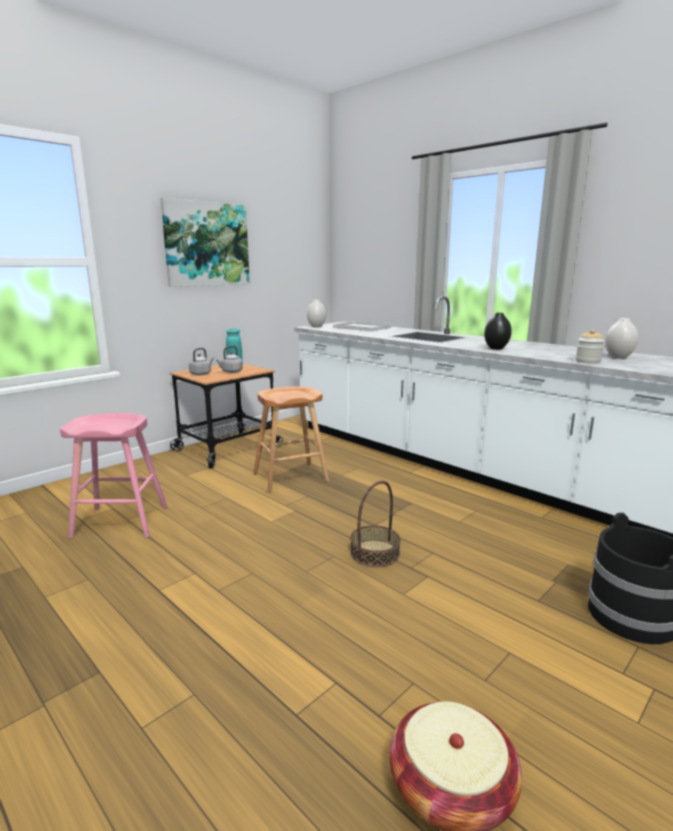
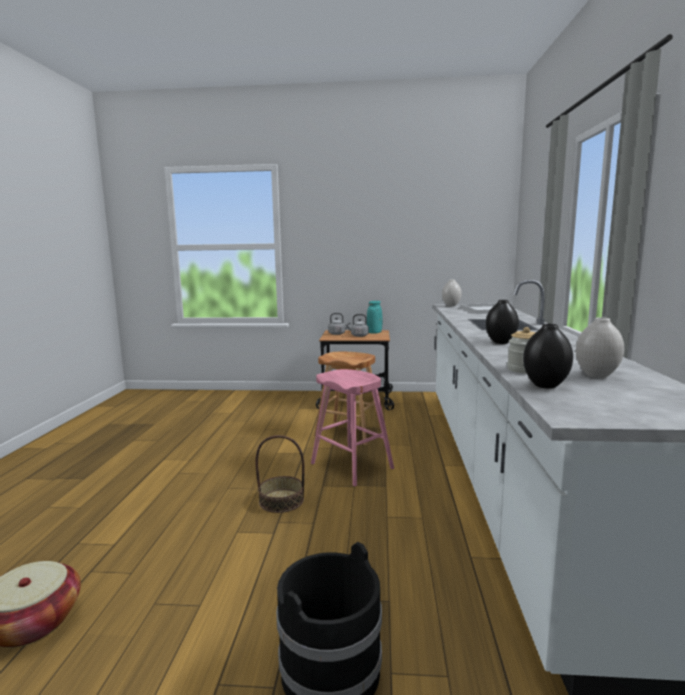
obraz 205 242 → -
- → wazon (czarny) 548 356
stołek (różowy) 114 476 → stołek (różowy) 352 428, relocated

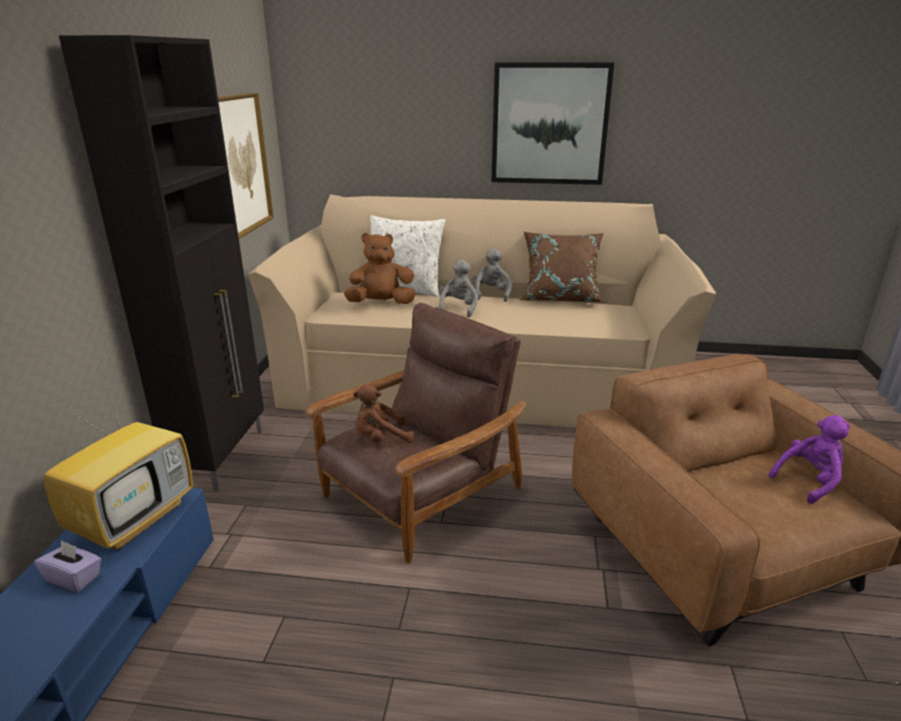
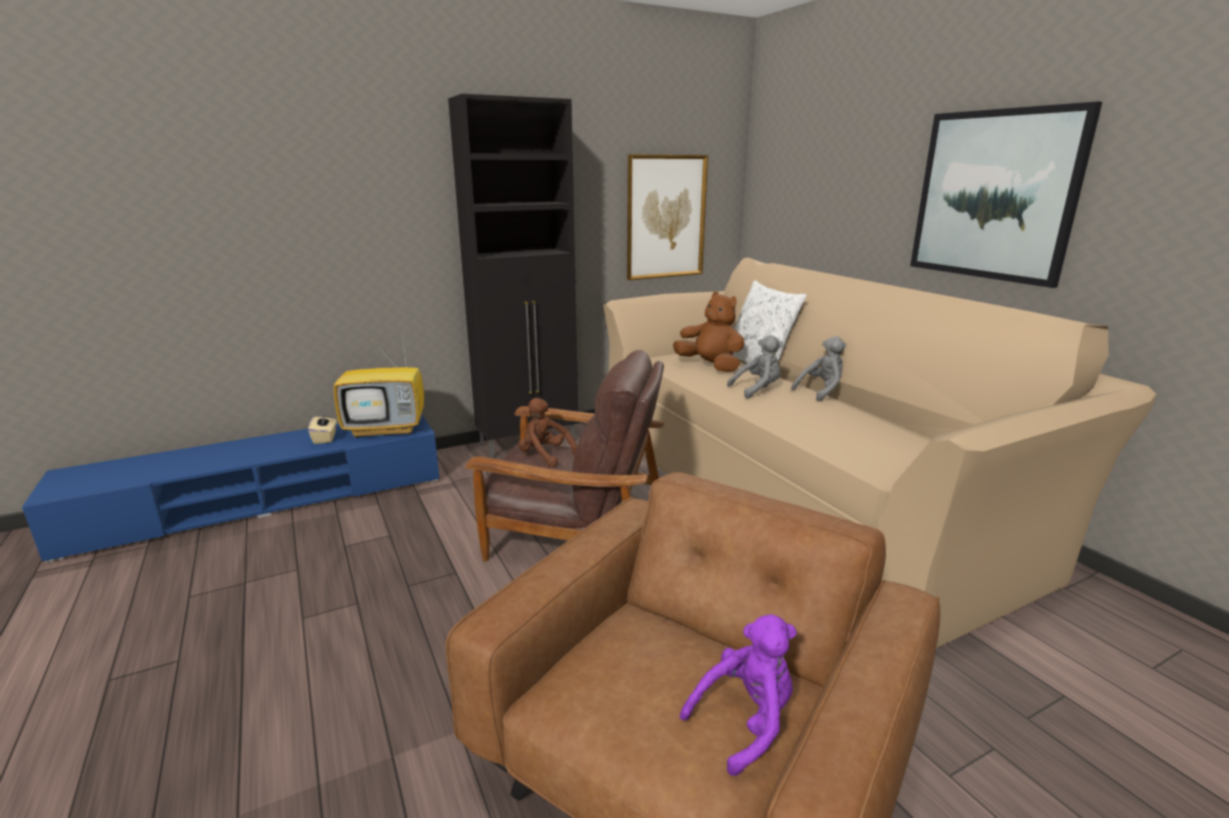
poduszka (brązowy) 562 266 → -
pudełko chusteczek (fioletowy) 68 566 → pudełko chusteczek (beżowy) 322 427
pluszak (fioletowy) 809 459 → pluszak (fioletowy) 738 695, 60 degrees counterclockwise

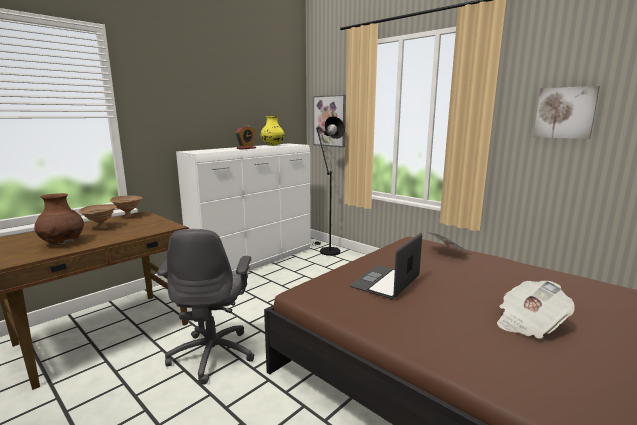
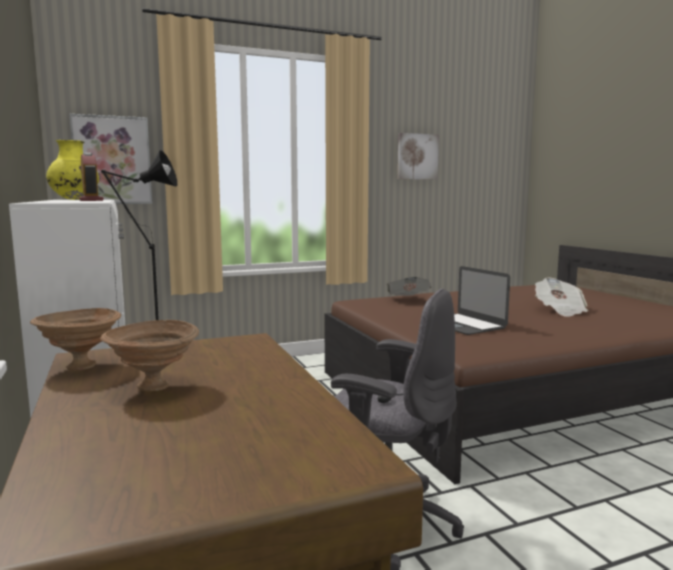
wazon (brązowy) 59 219 → -

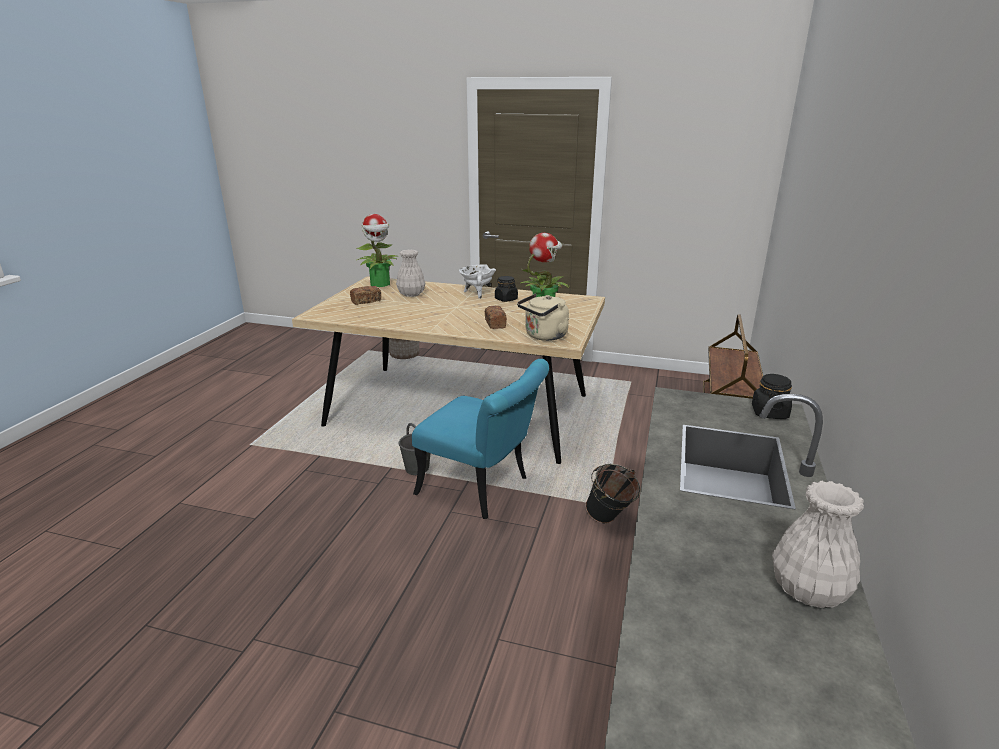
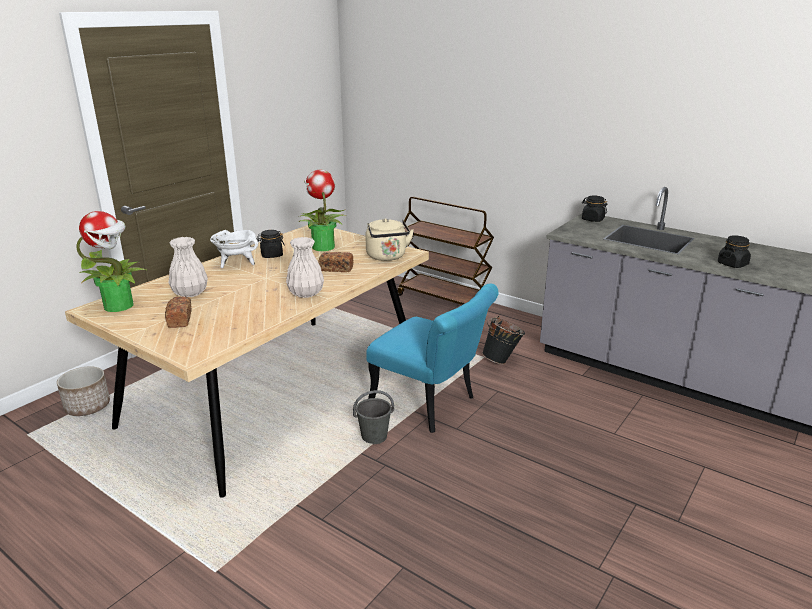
- → słoik (czarny) 734 251
wazon (biały) 818 544 → wazon (biały) 305 267, relocated
krzesło (turkusowy) 480 439 → krzesło (turkusowy) 432 358, 75 degrees clockwise

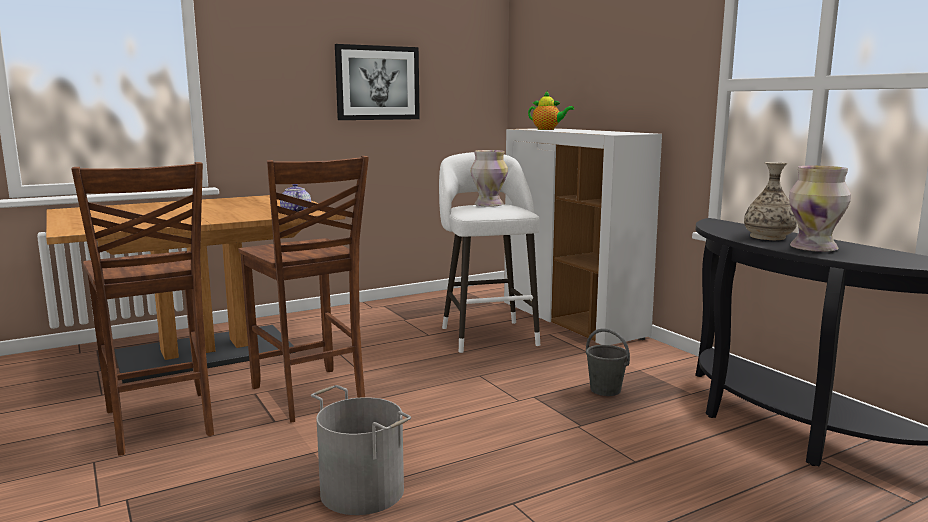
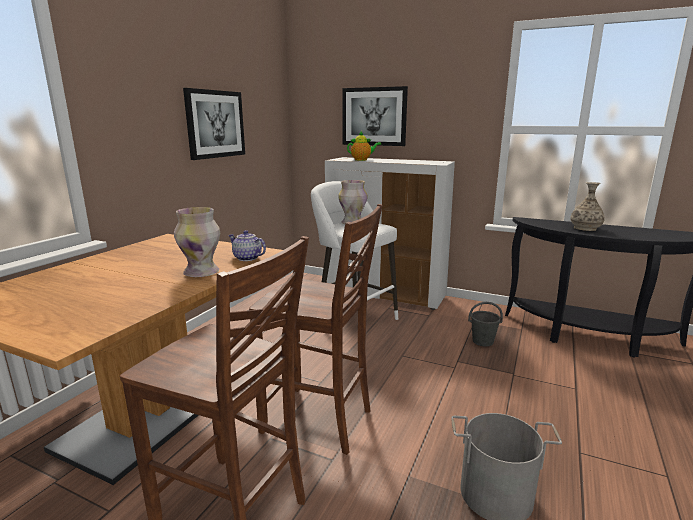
- → obraz 375 116
wazon 820 209 → wazon 197 242, relocated

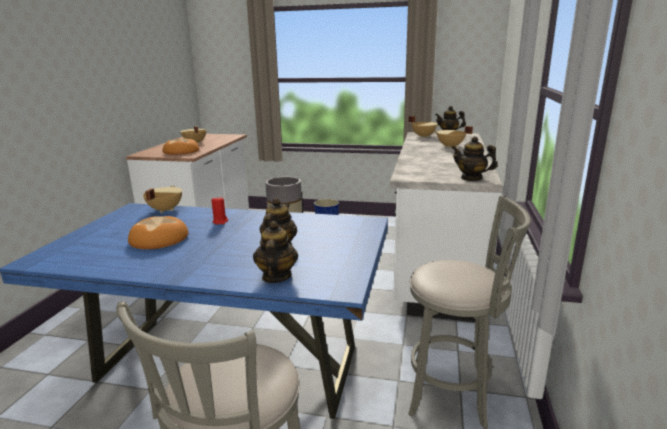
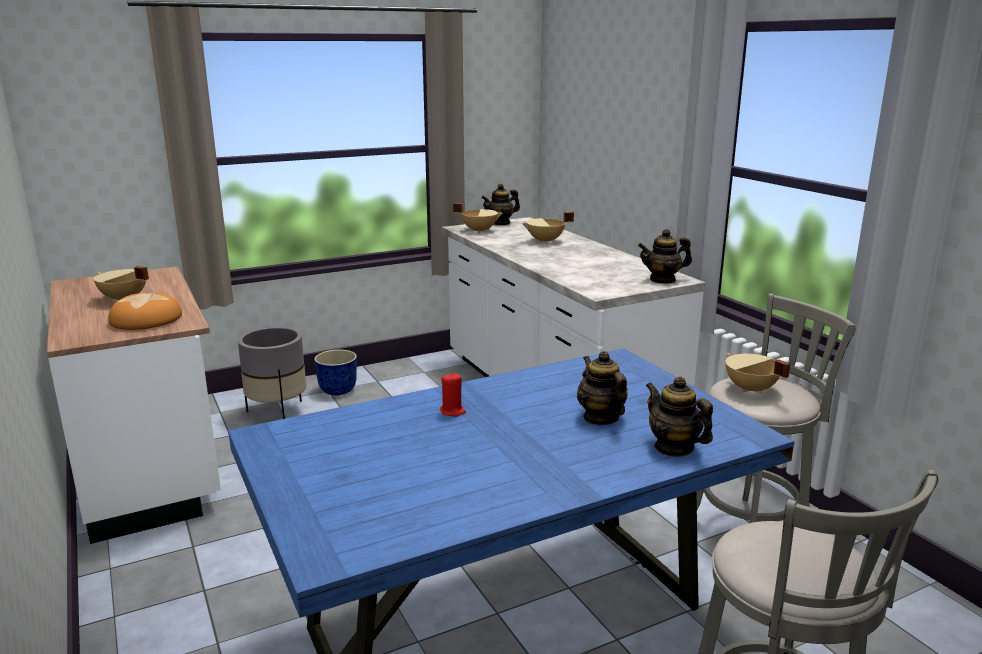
chleb 158 232 → -
garnek (beżowy) 162 199 → garnek (beżowy) 758 373, relocated

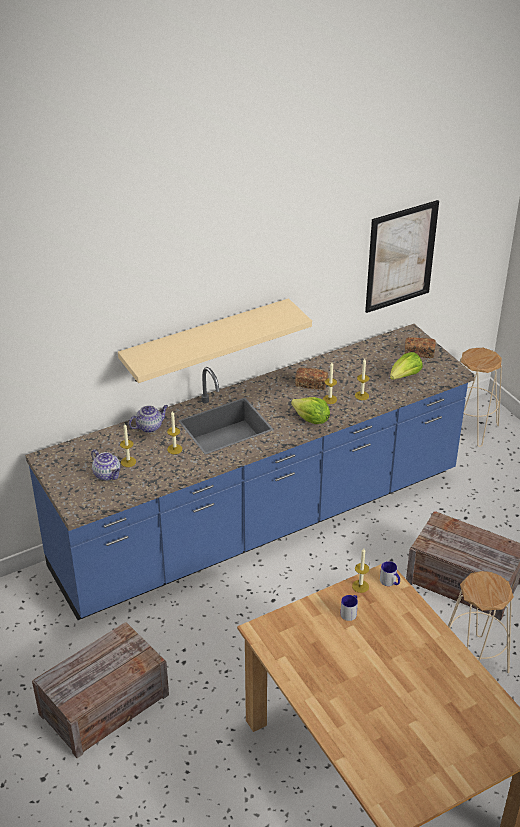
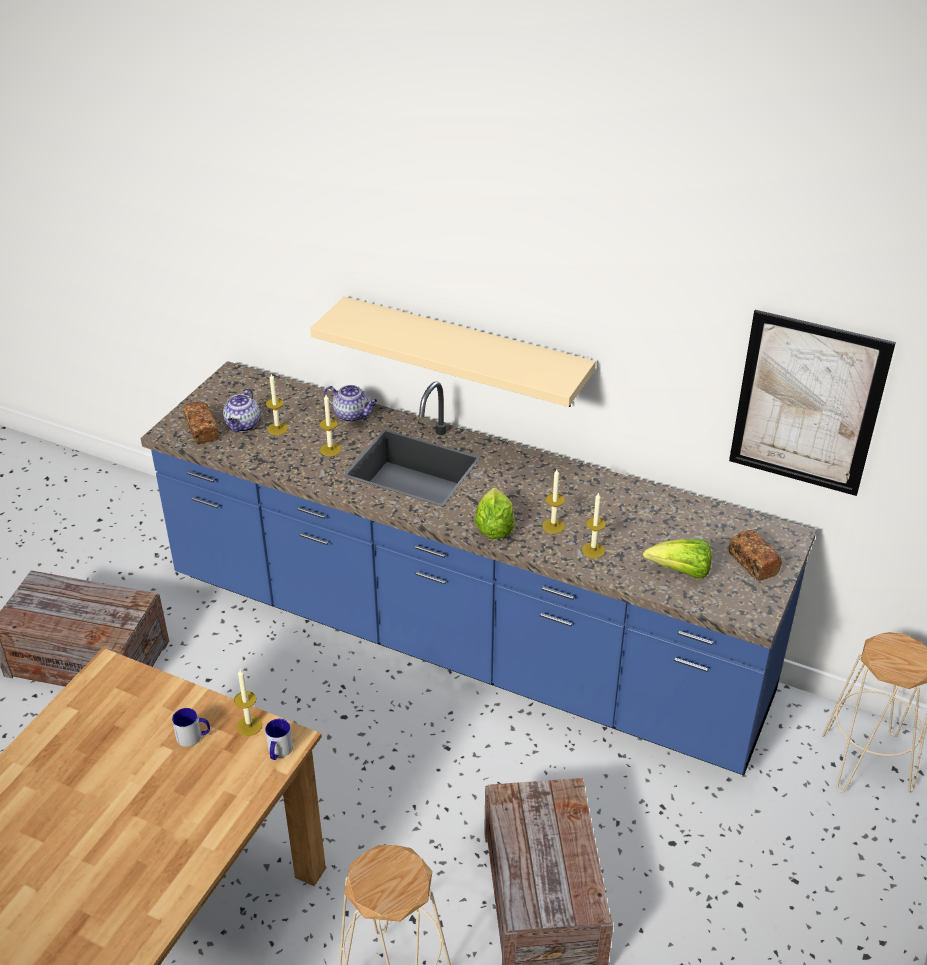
chleb 311 379 → chleb 201 423, relocated

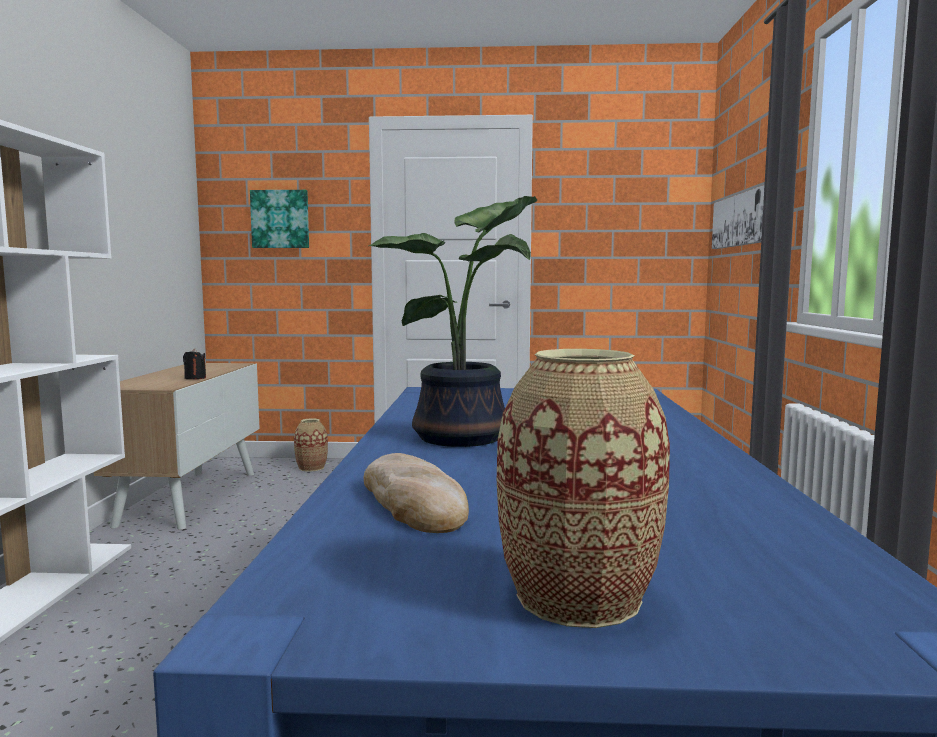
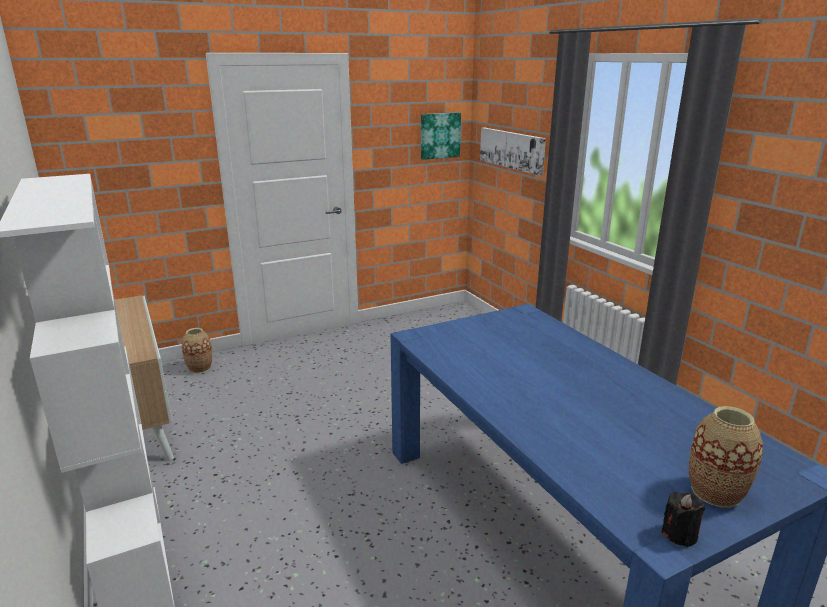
chleb 416 493 → -
roślina doniczkowa 453 321 → -
świeca (czarny) 194 364 → świeca (czarny) 683 519, relocated
obraz 279 219 → obraz 441 136, relocated

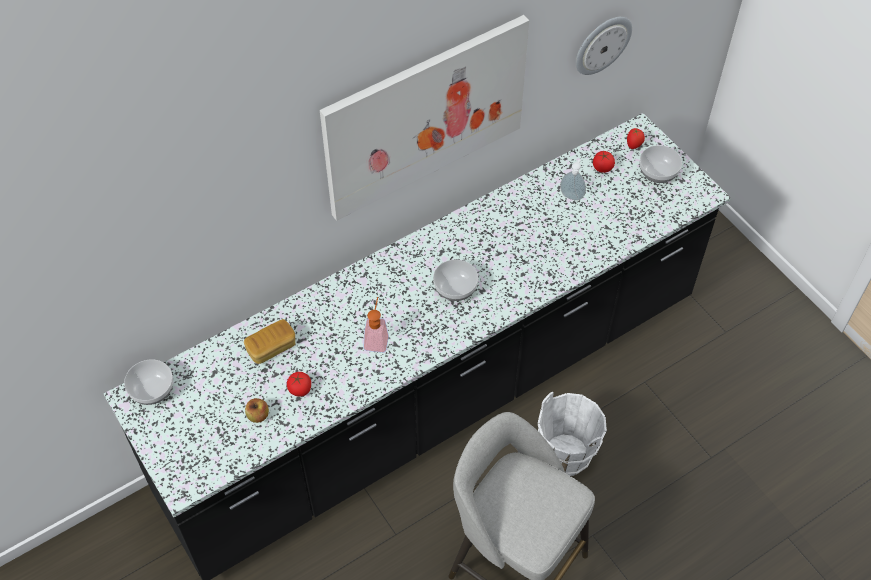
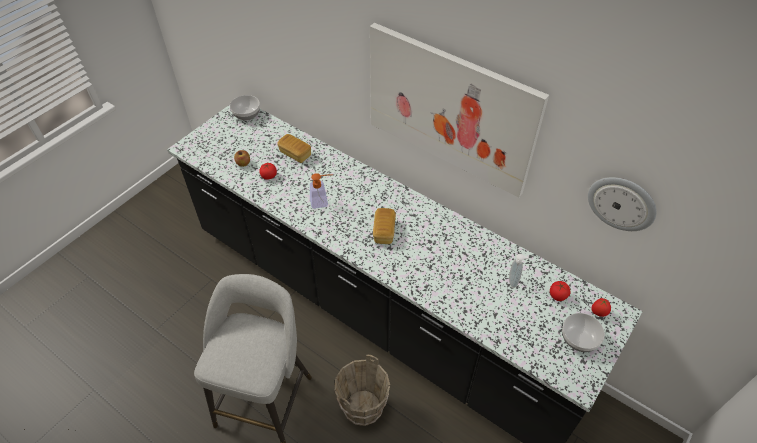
miska 455 280 → chleb 384 226
wiadro (biały) 572 434 → wiadro (brązowy) 362 390

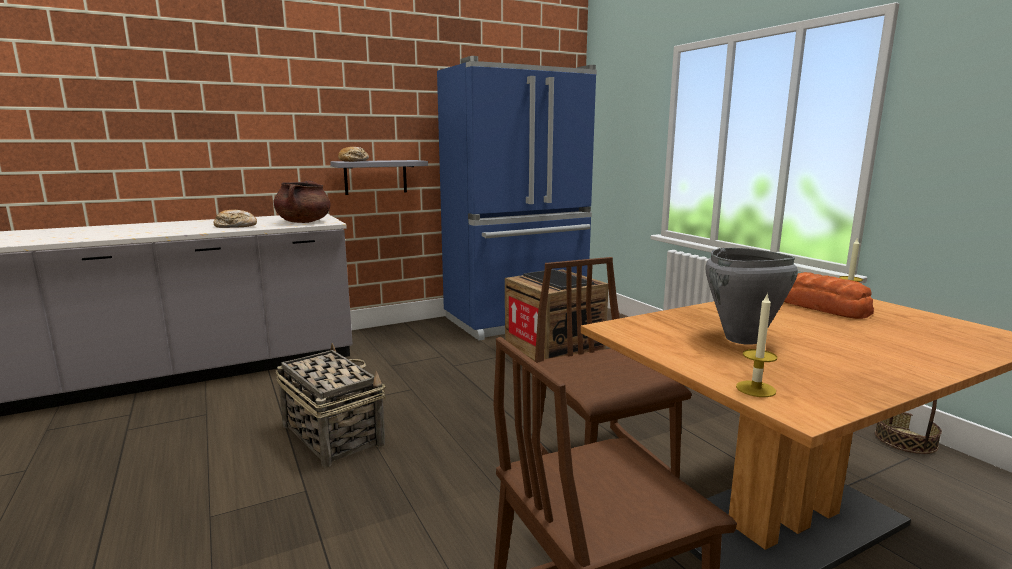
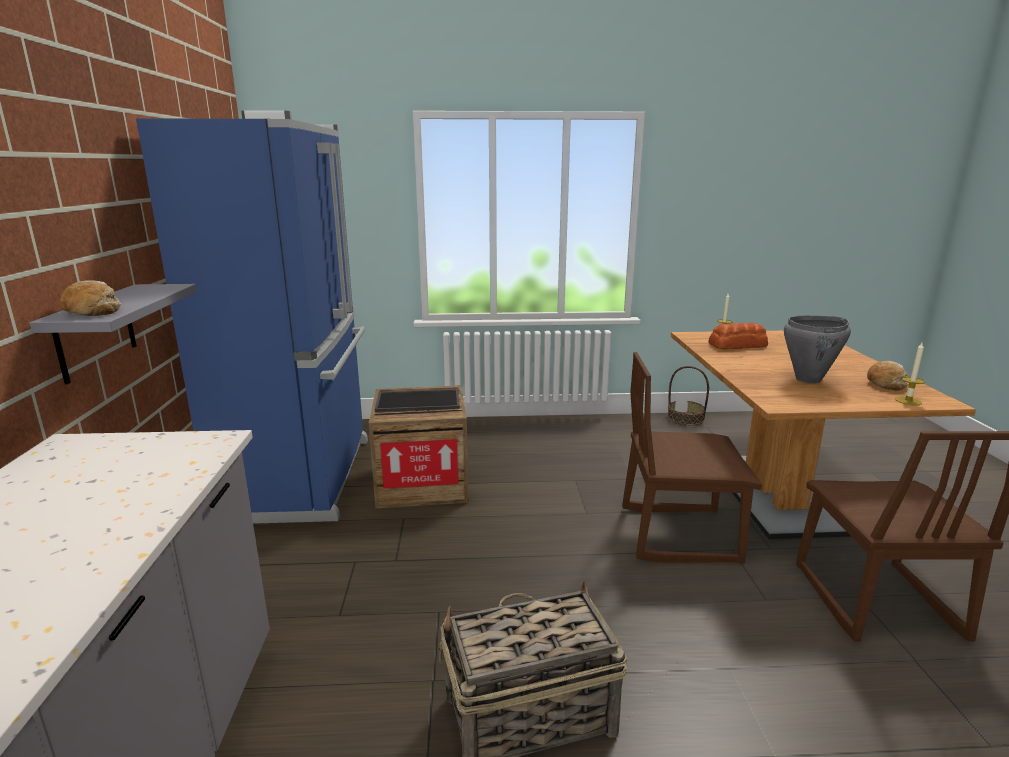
garnek (brązowy) 302 202 → -
chleb 235 219 → chleb 887 376, relocated

